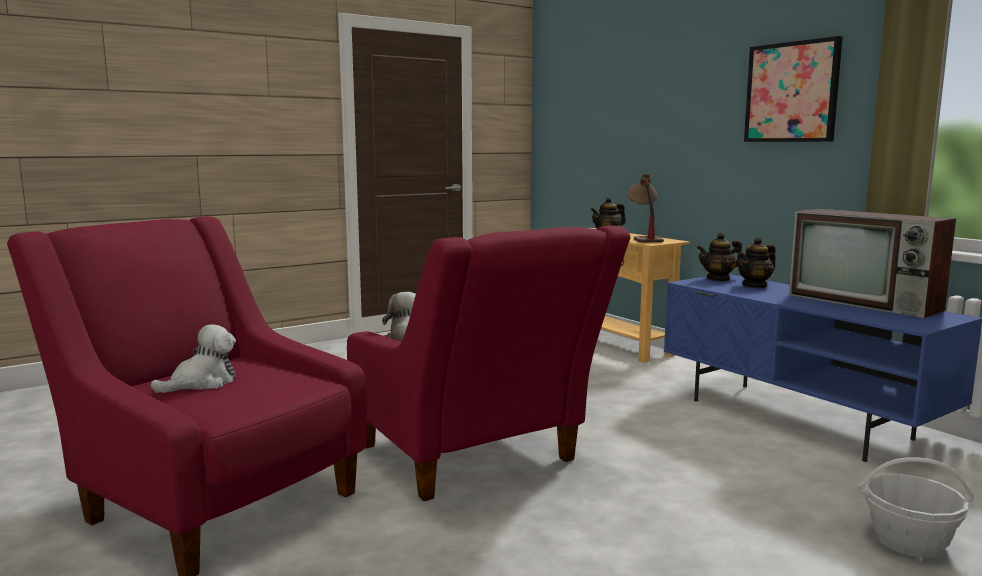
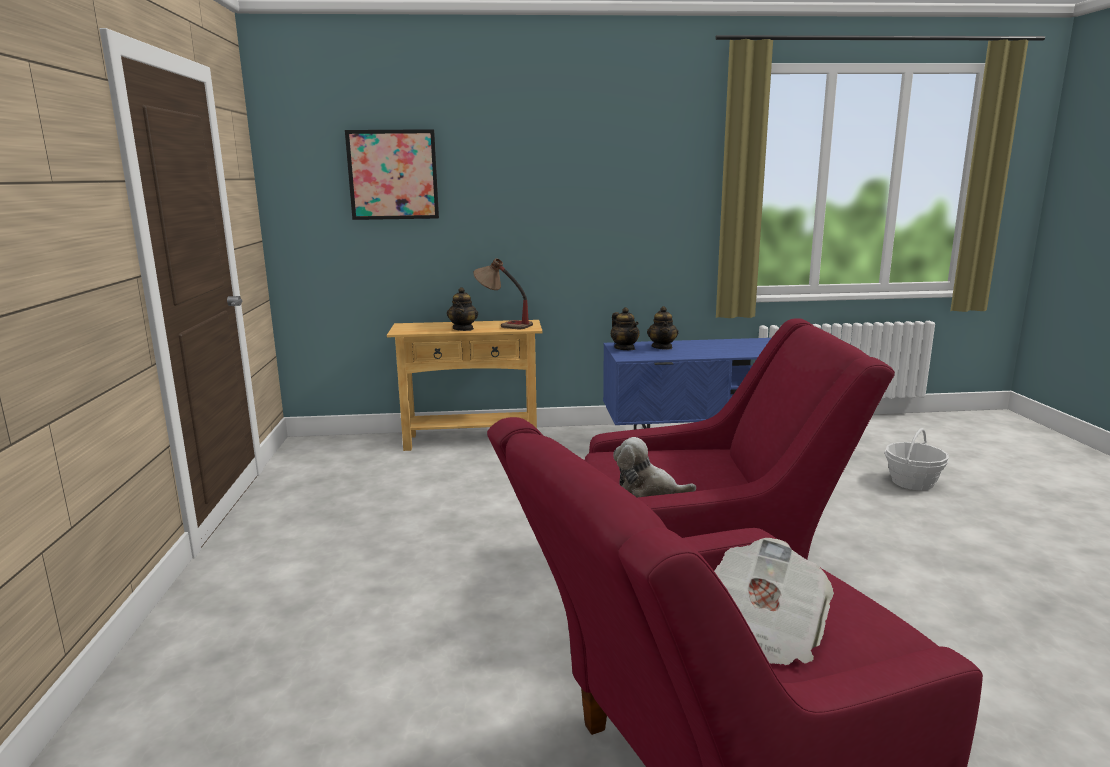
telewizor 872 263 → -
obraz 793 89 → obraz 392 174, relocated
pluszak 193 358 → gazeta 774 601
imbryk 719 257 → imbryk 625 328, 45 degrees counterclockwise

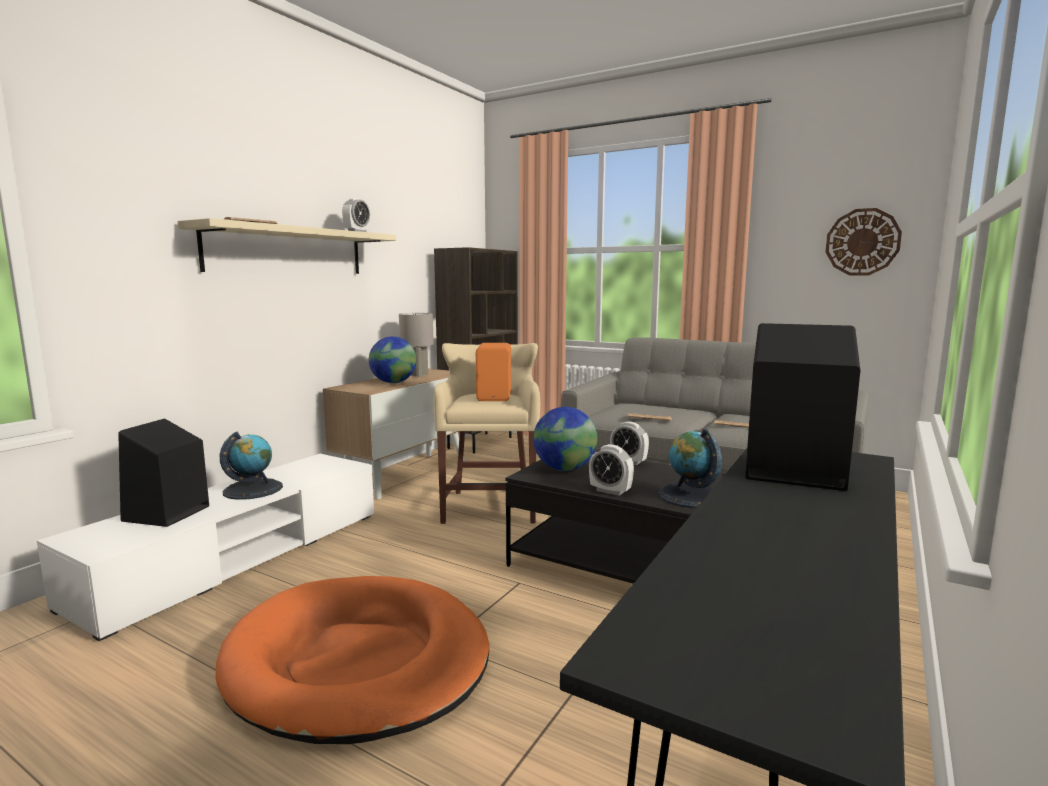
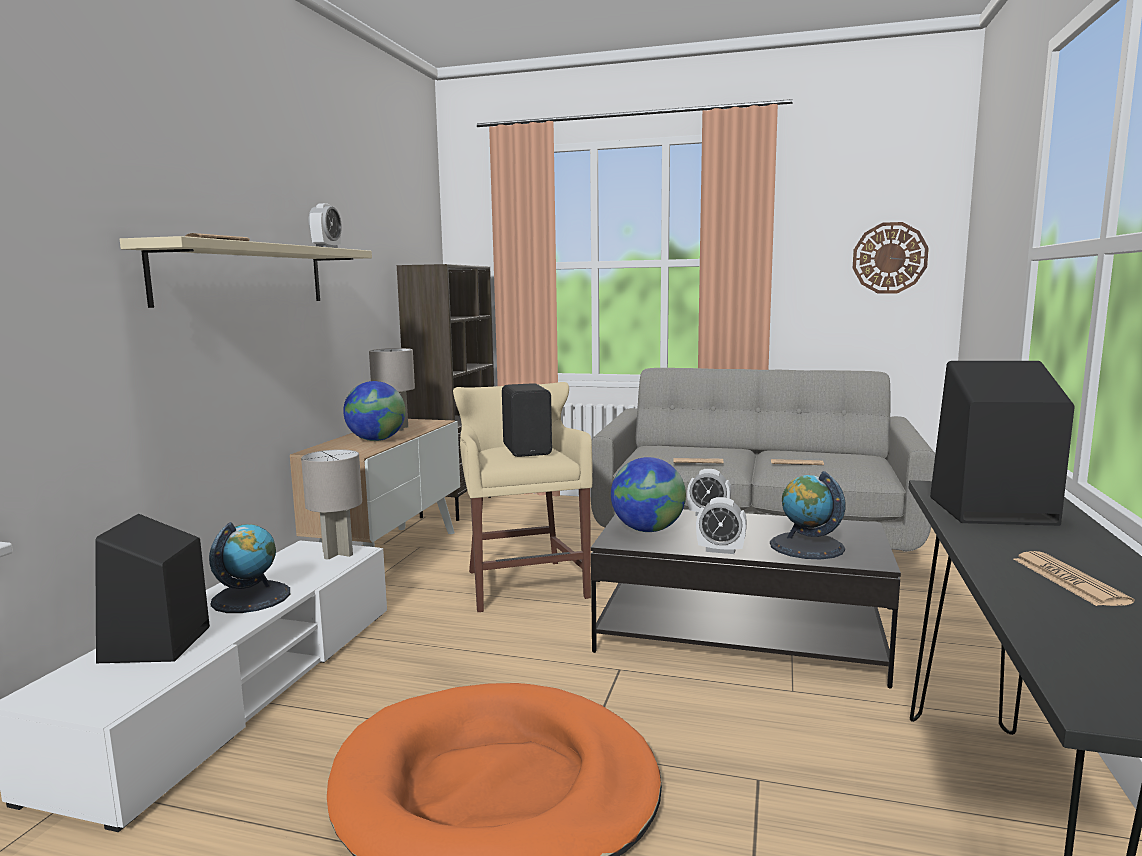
- → lampa stołowa (szary) 331 504
- → gazeta 1073 578
głośnik (pomarańczowy) 493 372 → głośnik (czarny) 527 420

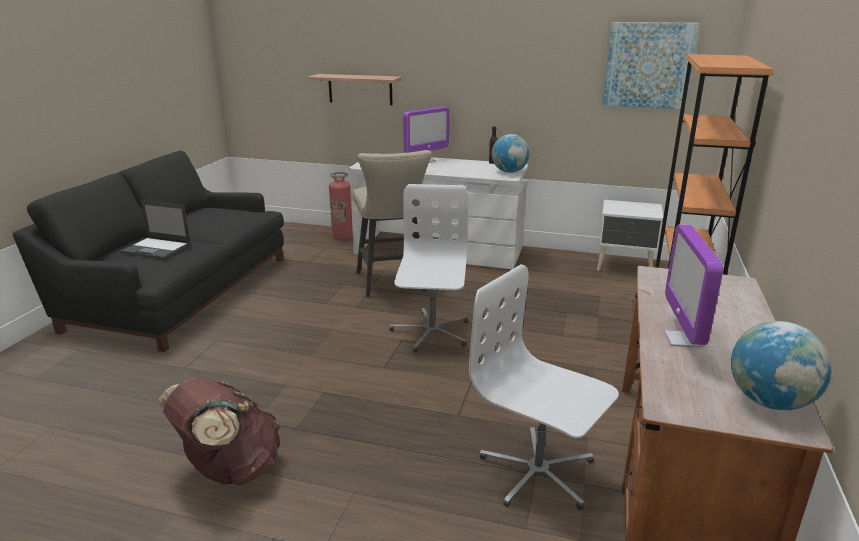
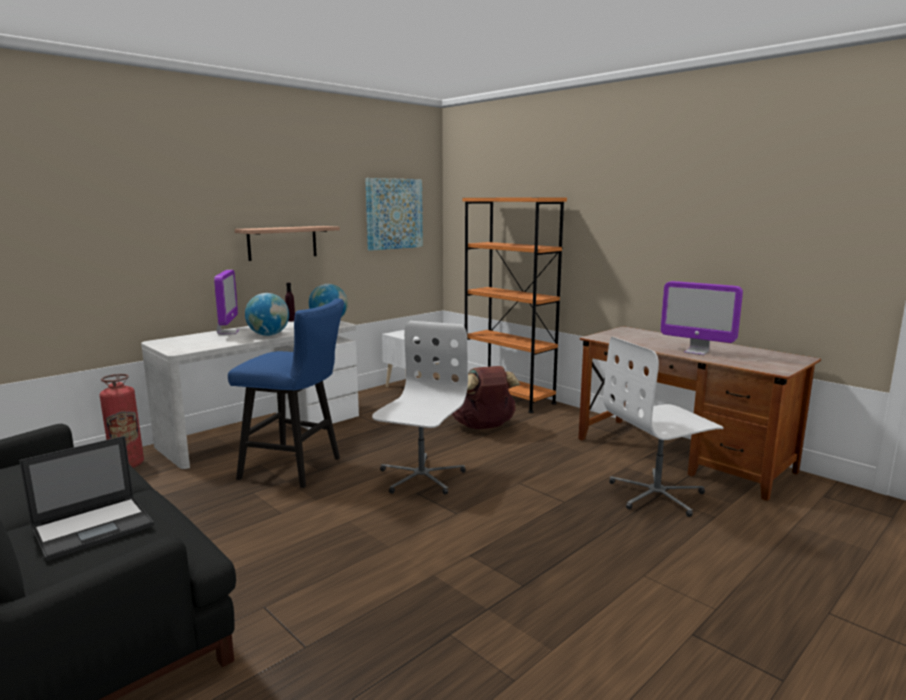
plecak (brązowy) 219 431 → plecak (brązowy) 486 397, relocated
półka 355 89 → półka 287 243, relocated
globus 781 365 → globus 267 314, relocated
stołek (beżowy) 392 223 → stołek (niebieski) 286 393
krzesło biurowe (biały) 429 268 → krzesło biurowe (biały) 420 408, 75 degrees clockwise

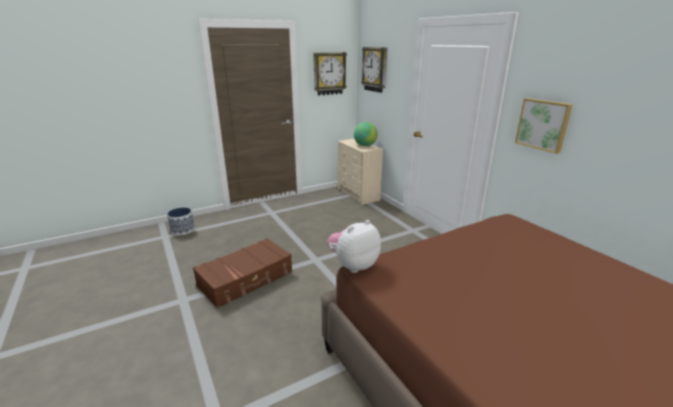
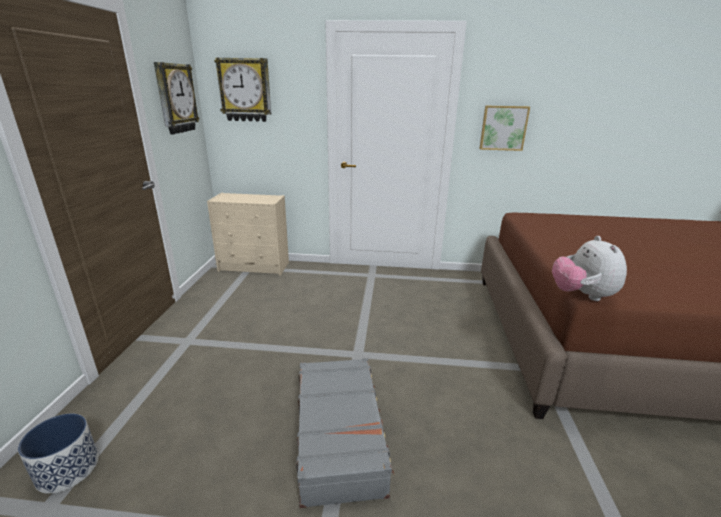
globus 366 134 → -
walizka (brązowy) 243 273 → walizka (szary) 345 433

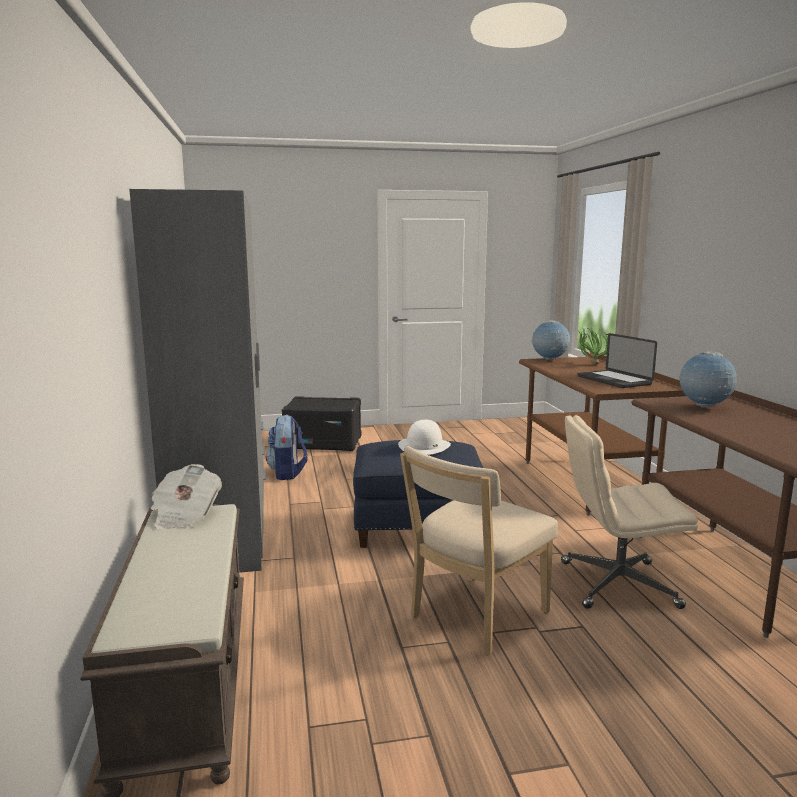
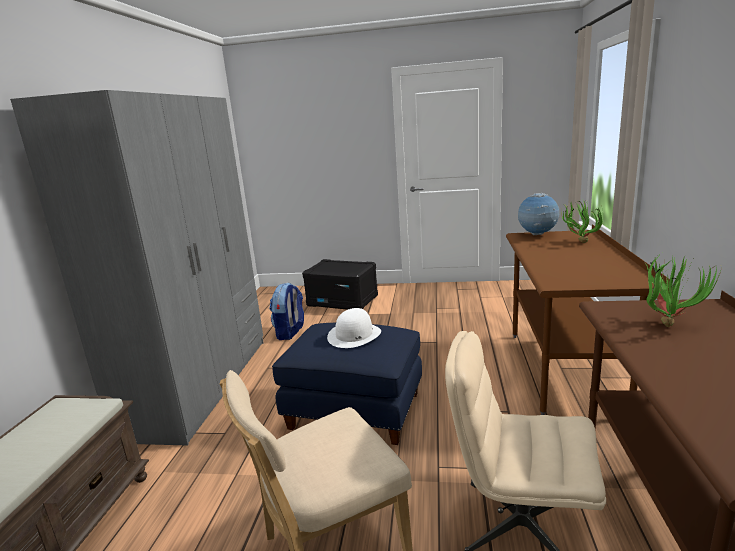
gazeta 186 497 → -
laptop 617 360 → -
globus 708 379 → roślina doniczkowa 683 290

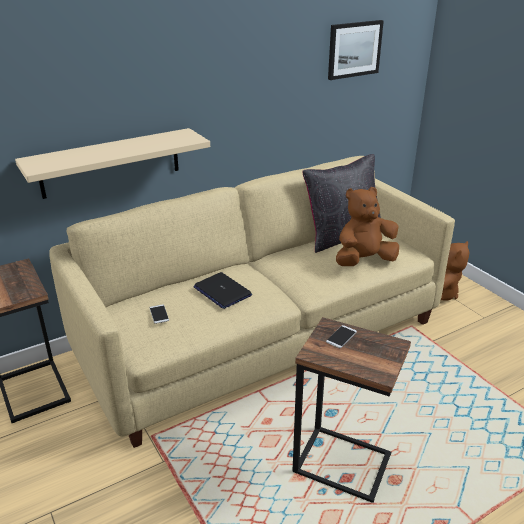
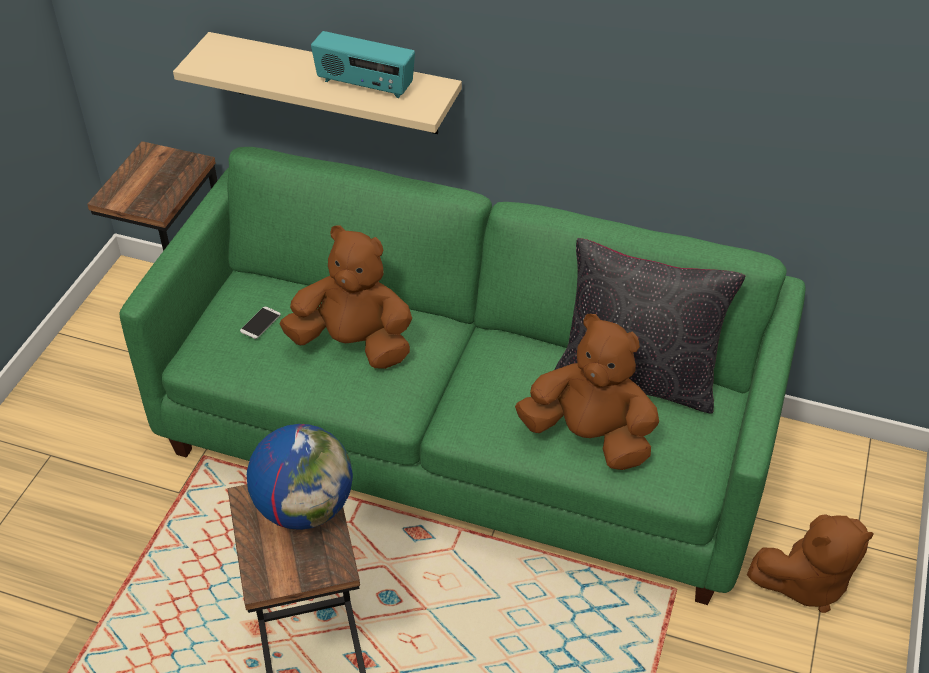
obraz 356 50 → -
- → radio 363 64
laptop 222 290 → pluszak (brązowy) 346 297
telefon 341 336 → globus 300 477
kanapa (beżowy) 252 302 → kanapa (zielony) 462 376

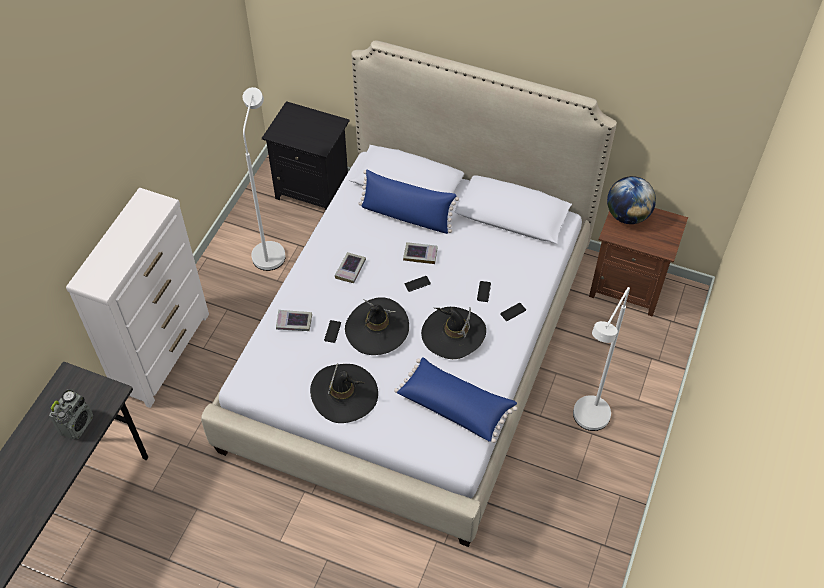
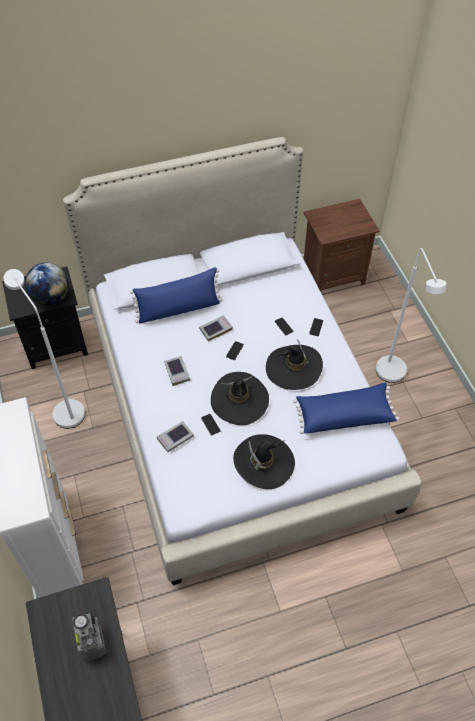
globus 631 200 → globus 47 284, relocated

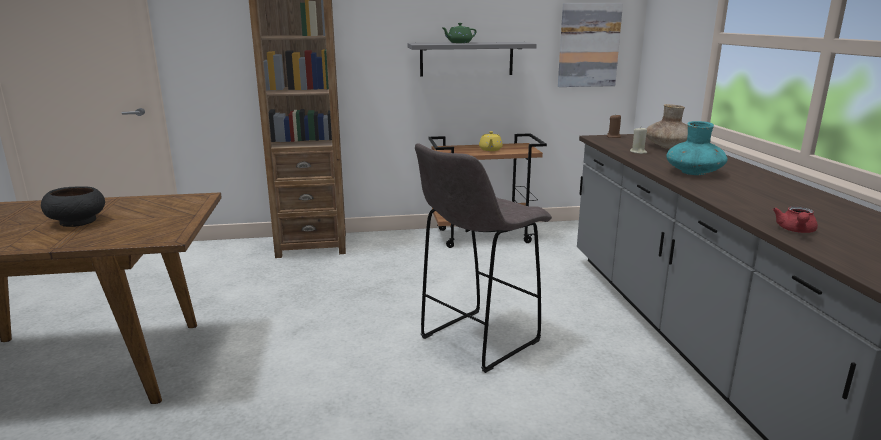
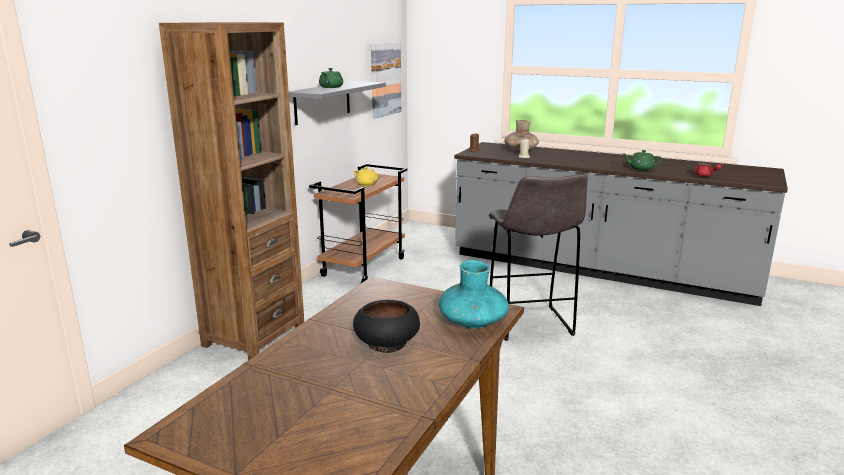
- → imbryk (zielony) 642 160
wazon (turkusowy) 697 148 → wazon (turkusowy) 474 294, relocated

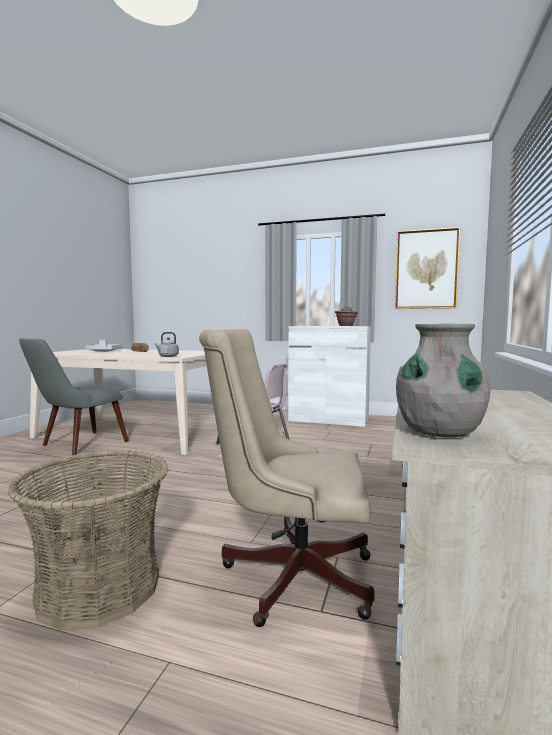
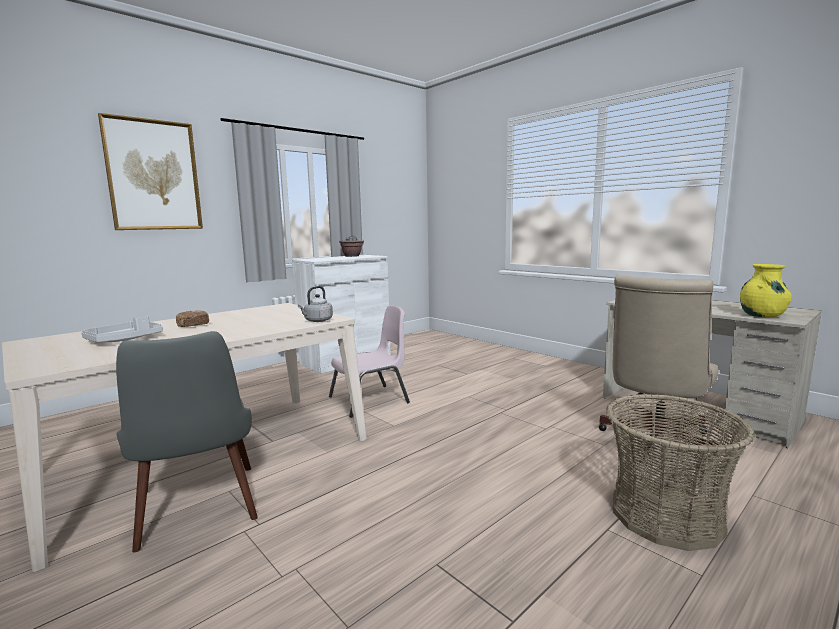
obraz 427 268 → obraz 150 171, relocated
wazon (szary) 443 380 → wazon (żółty) 766 291

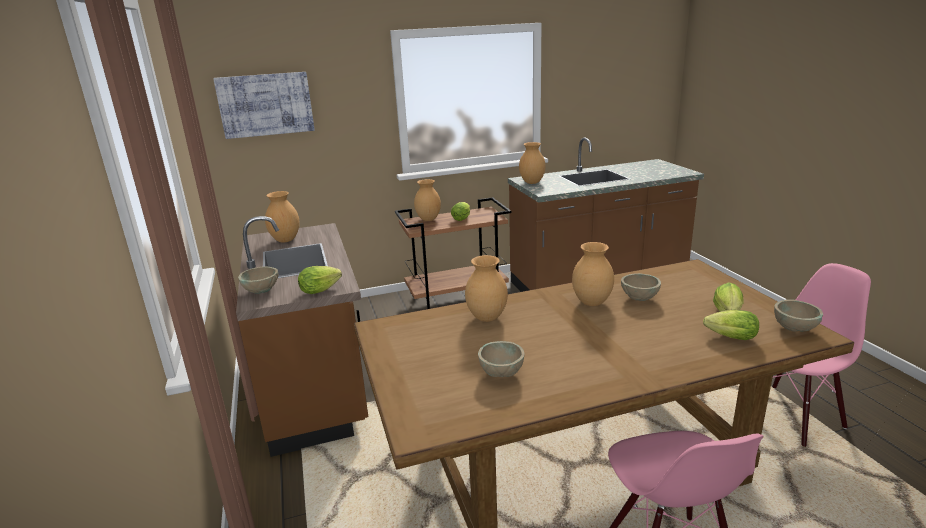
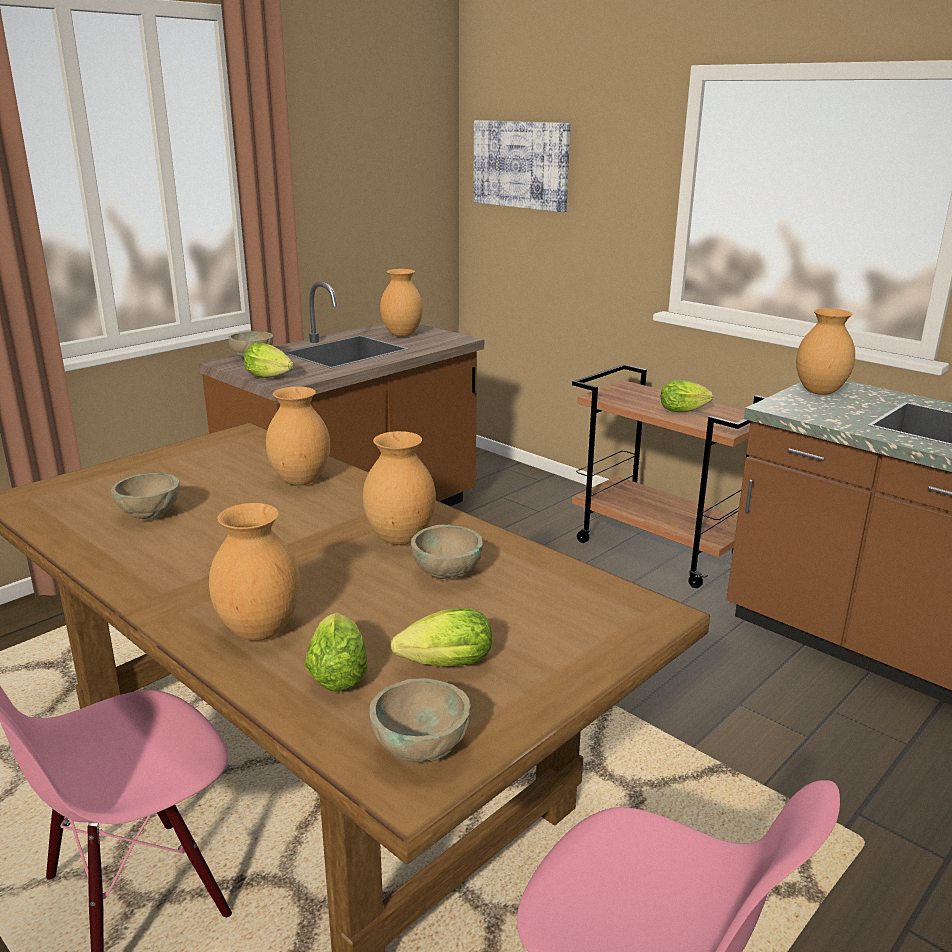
wazon (brązowy) 427 200 → wazon (brązowy) 255 572, relocated

